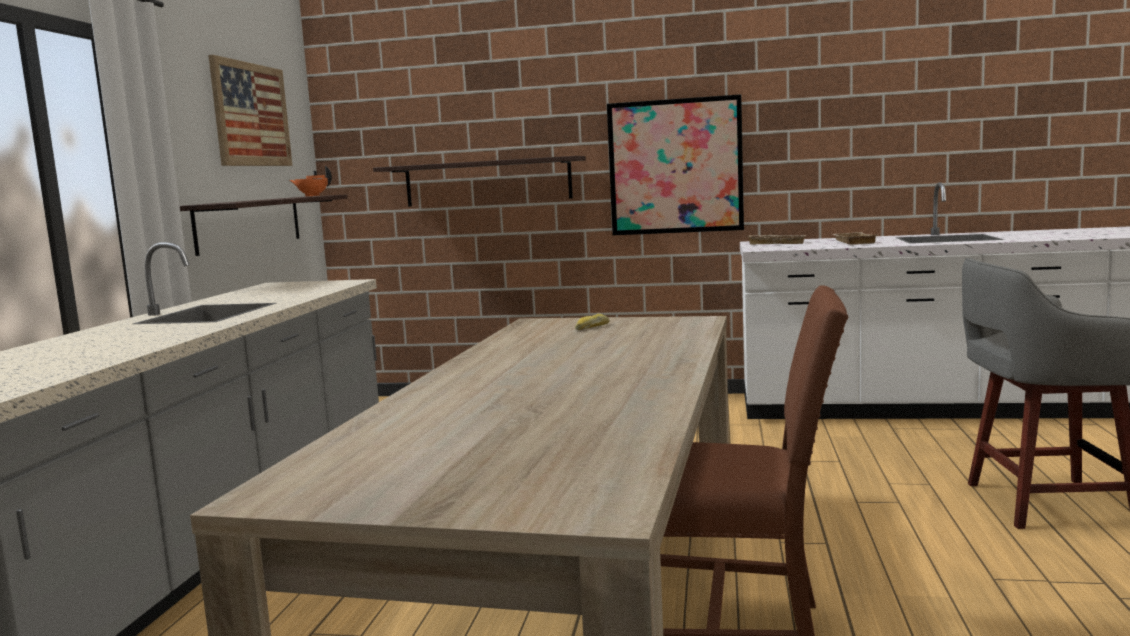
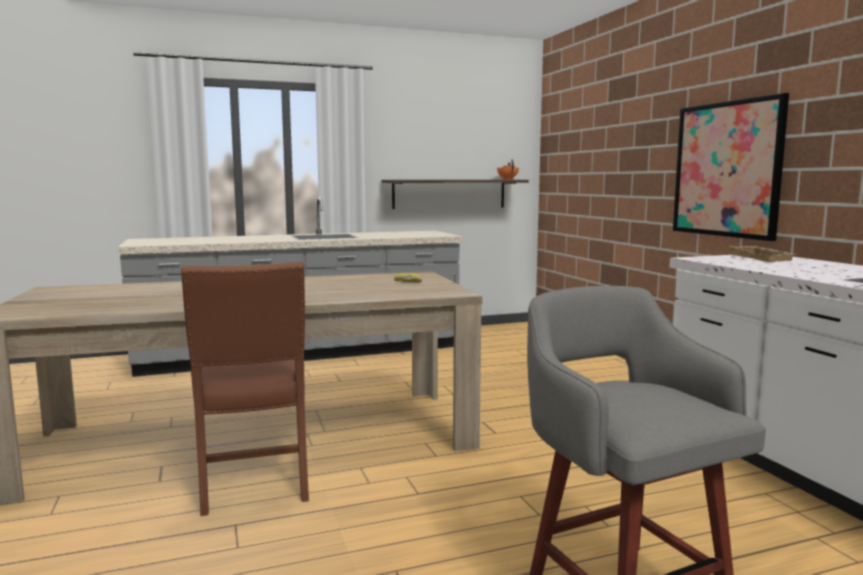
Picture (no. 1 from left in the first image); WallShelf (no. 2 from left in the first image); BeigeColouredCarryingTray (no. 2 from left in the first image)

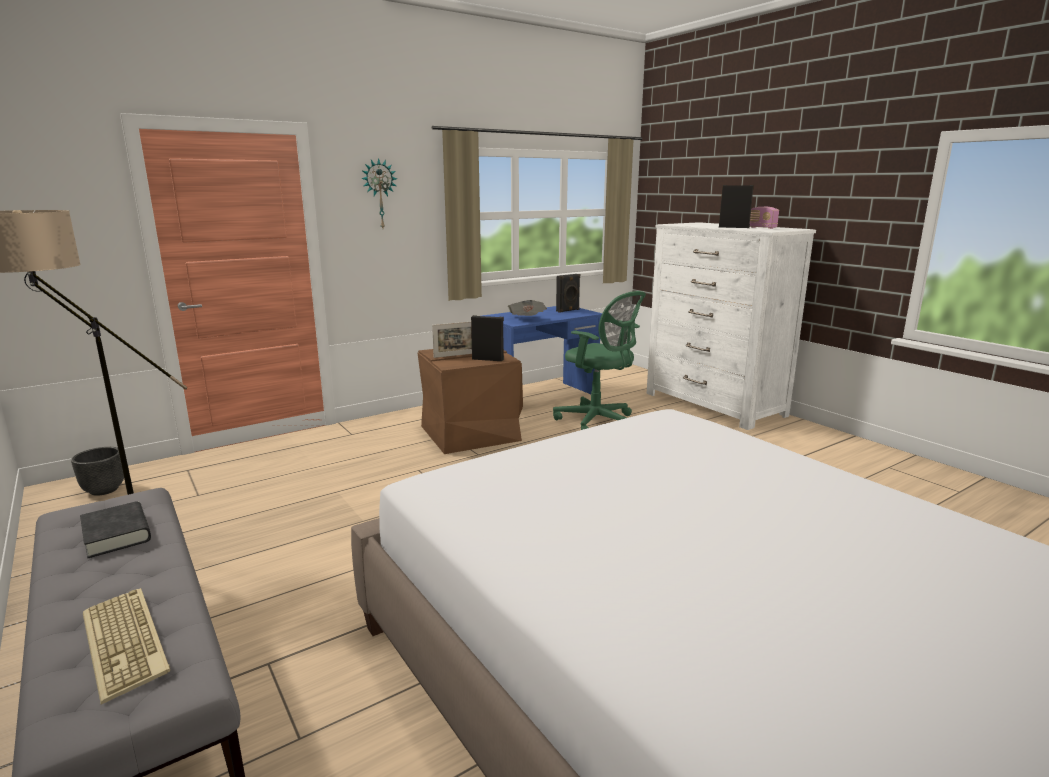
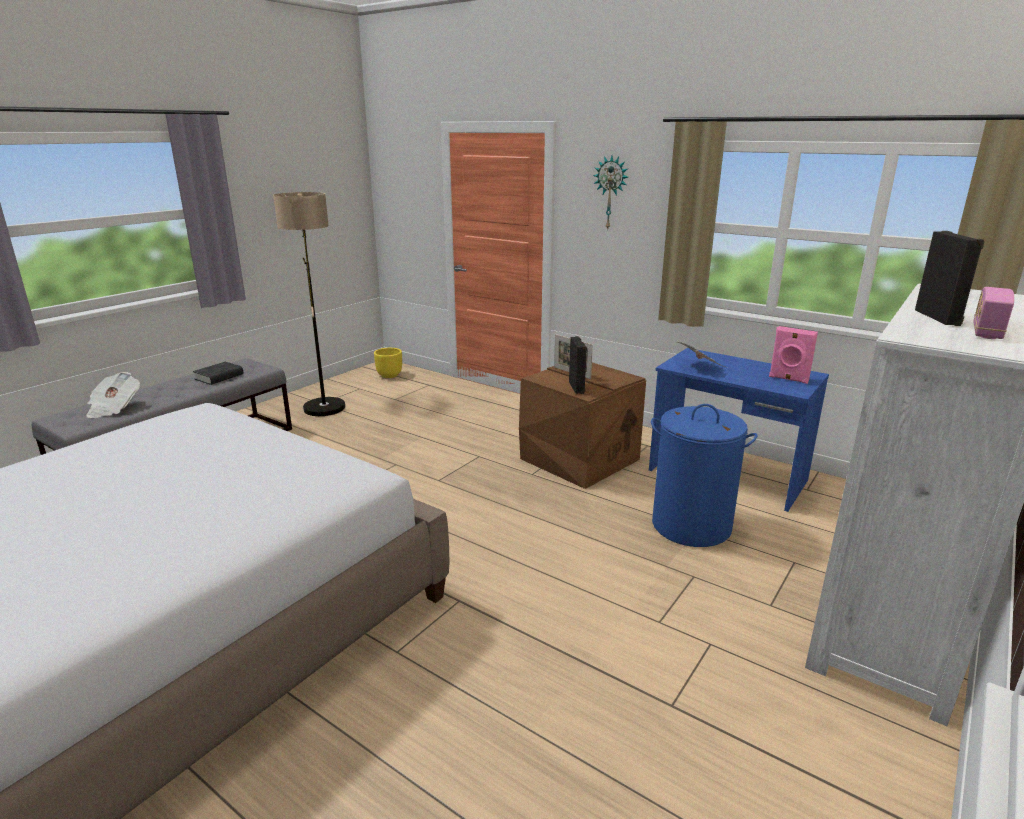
PrintedPaper (no. 1 from left); YellowFlowerPot; BlueColouredLaundryBasket; PinkLoudspeaker

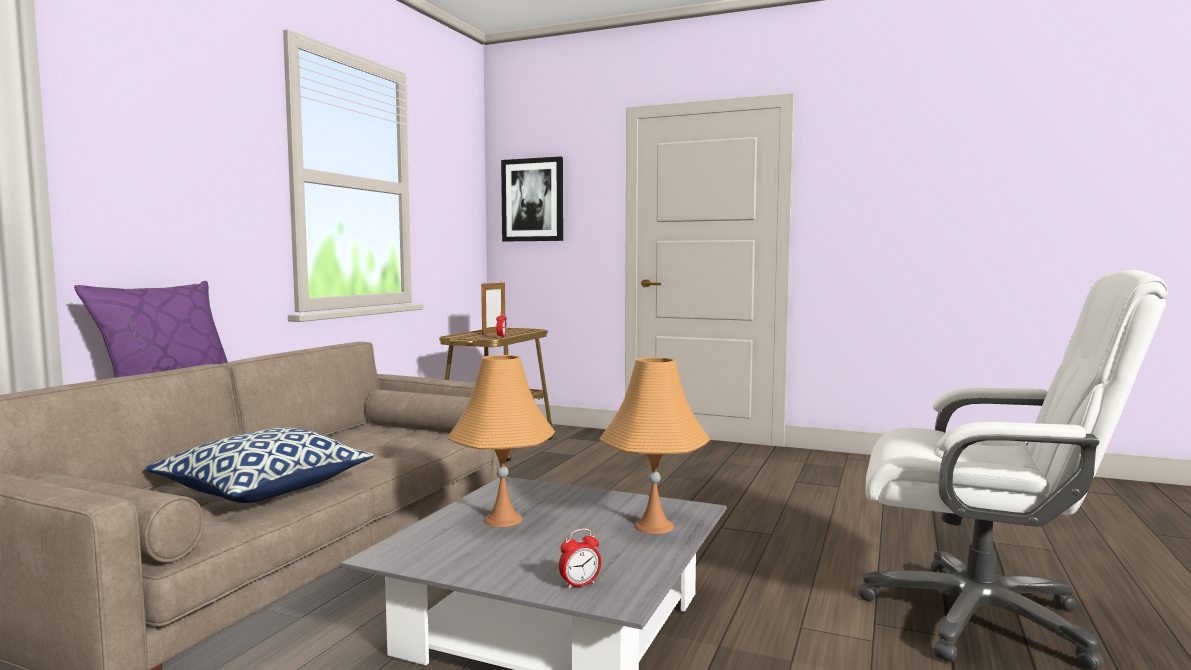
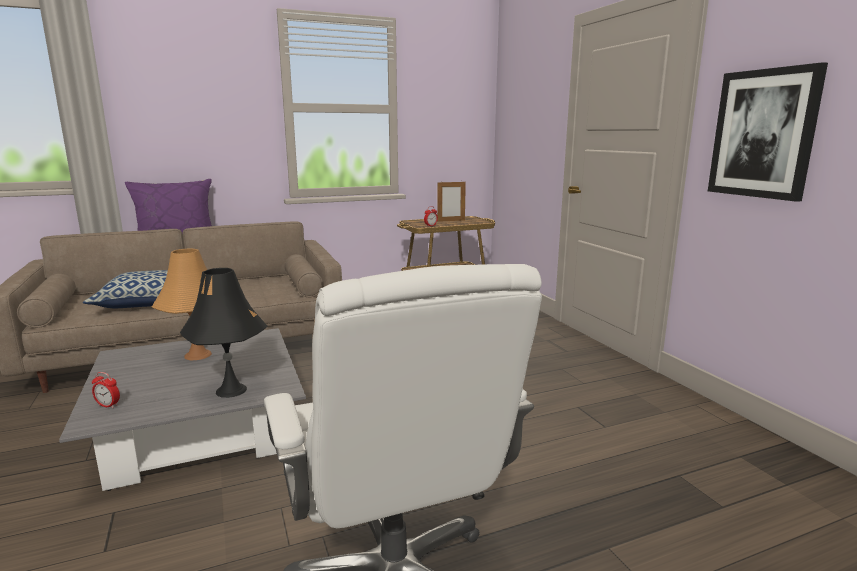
BlackishLampForATable; Picture

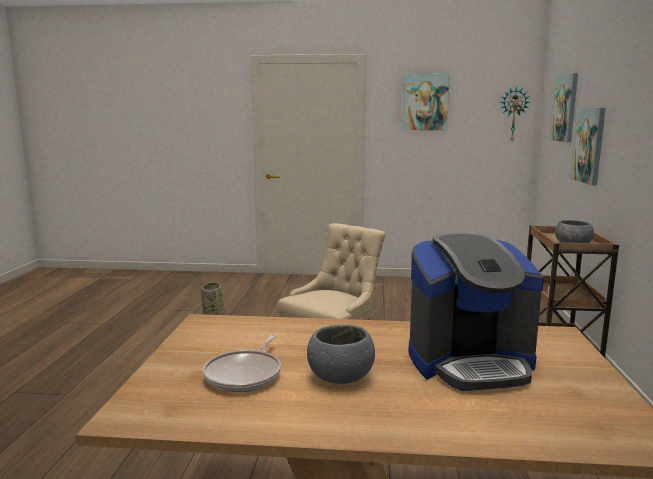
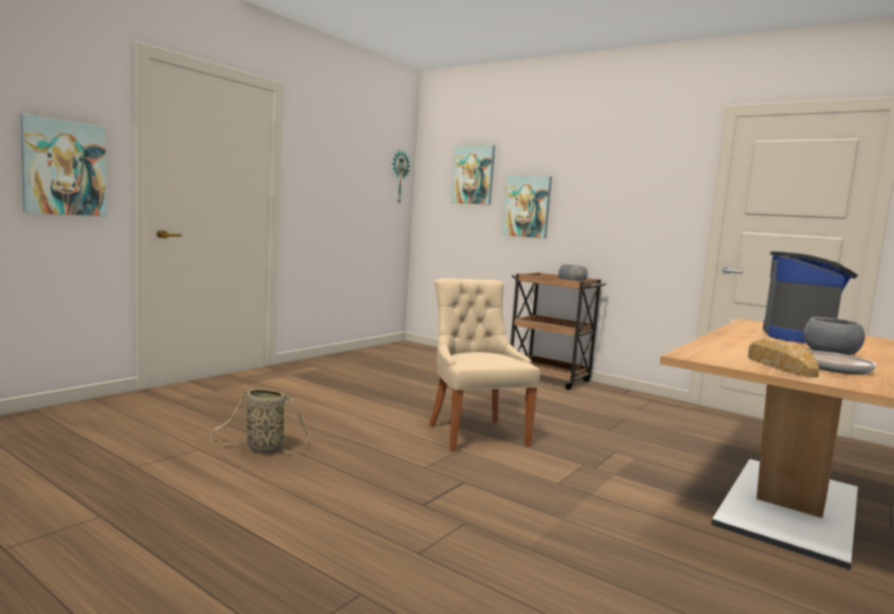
Picture (no. 1 from left); Bread

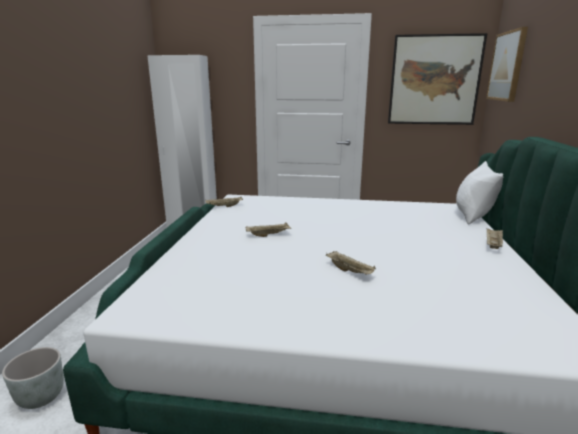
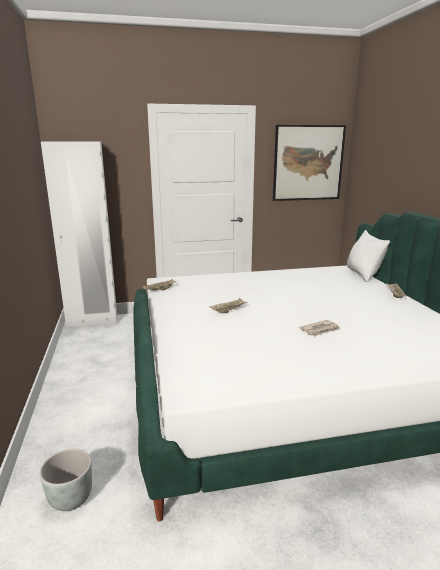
PrintedPaper; Picture (no. 2 from left in the first image)

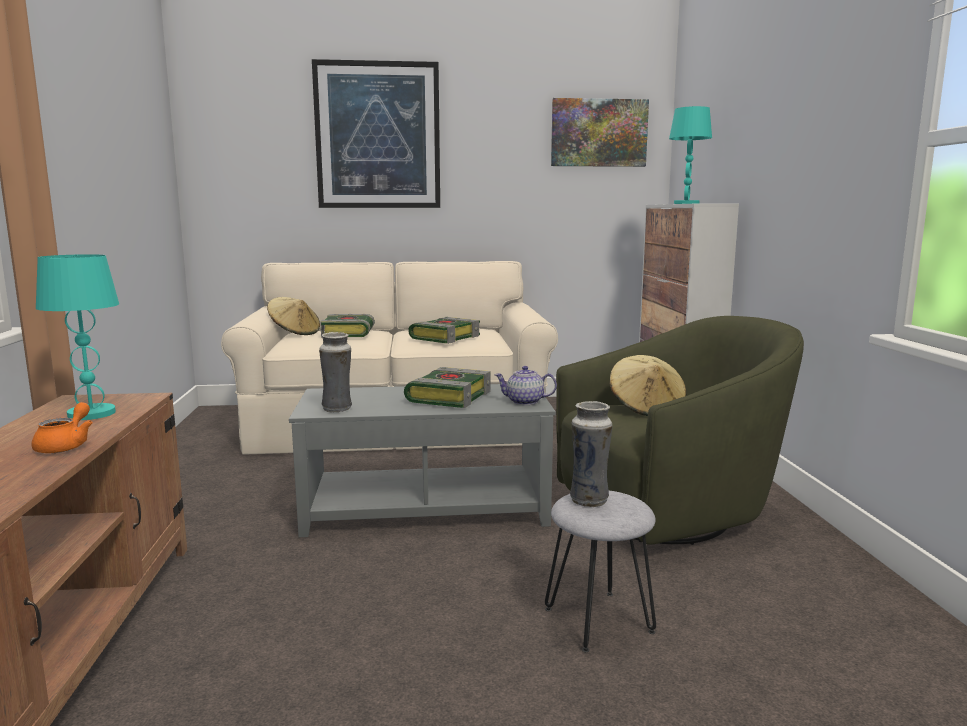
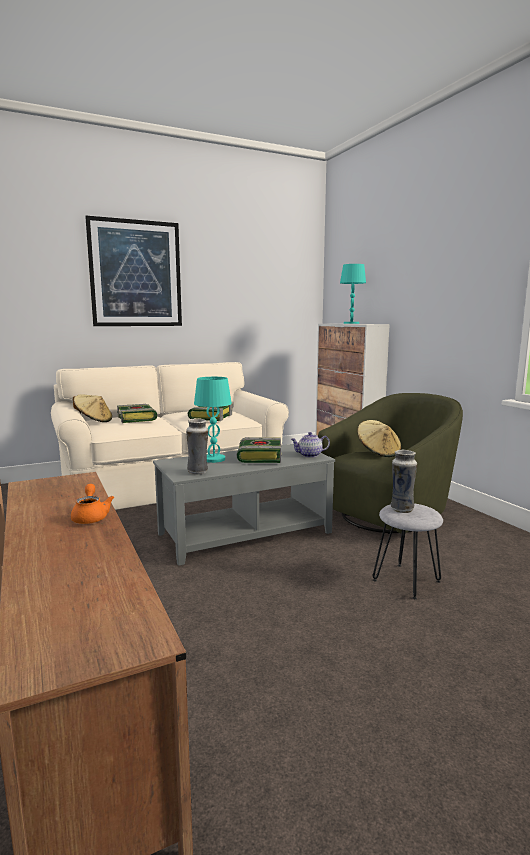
BlueGreenLampForATable (no. 1 from left); Picture (no. 2 from left in the first image)

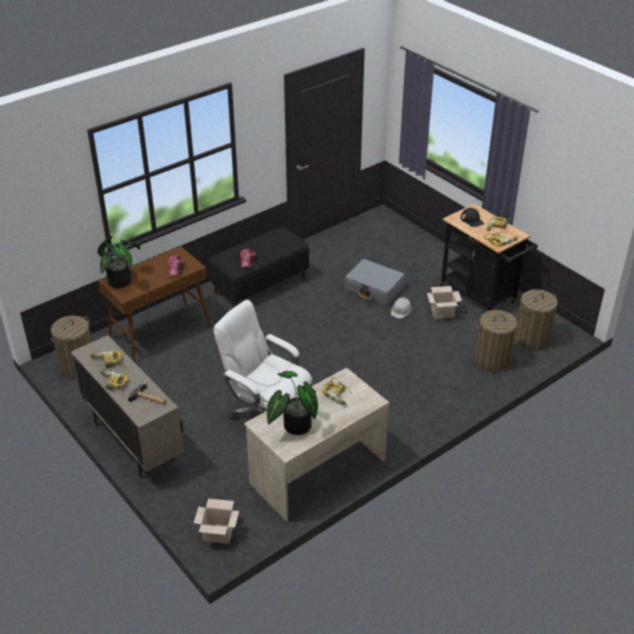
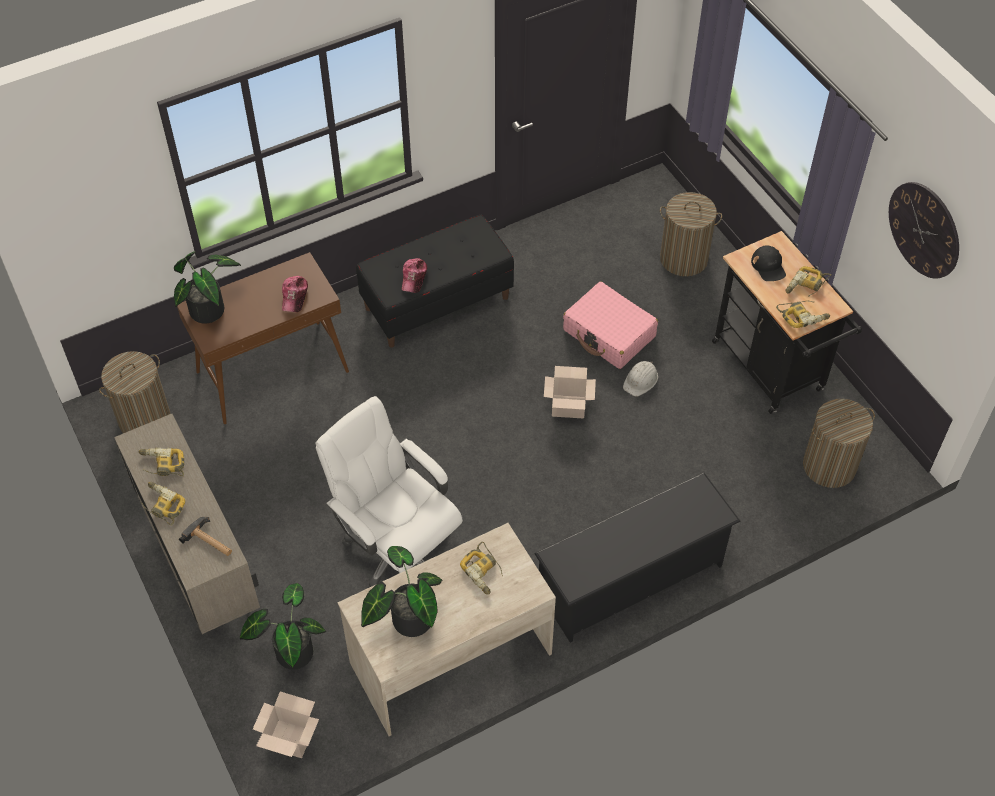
PlantInAPot (no. 2 from left); BlackishShoeRack; CardboardBox (no. 2 from left); PinkTravelCase; LaundryBasket (no. 2 from left); HangingClock

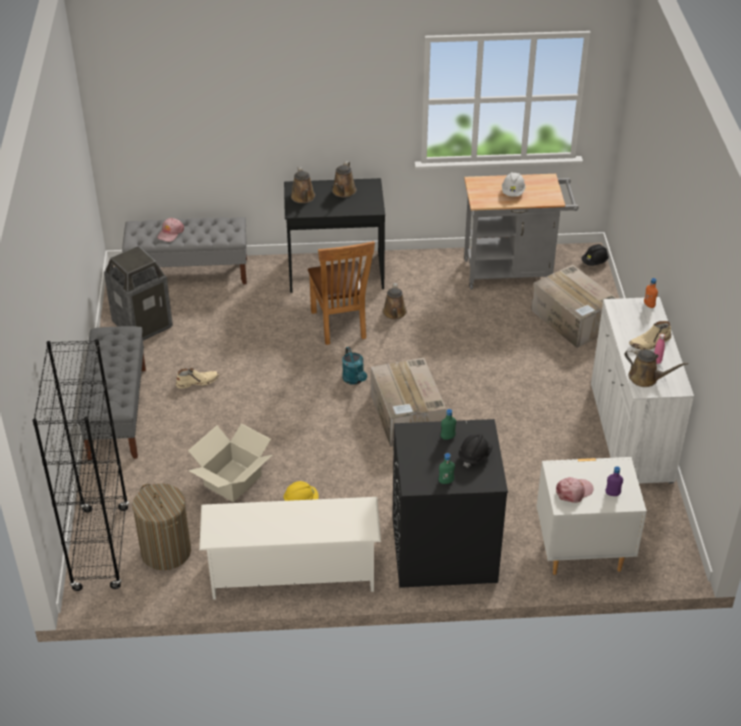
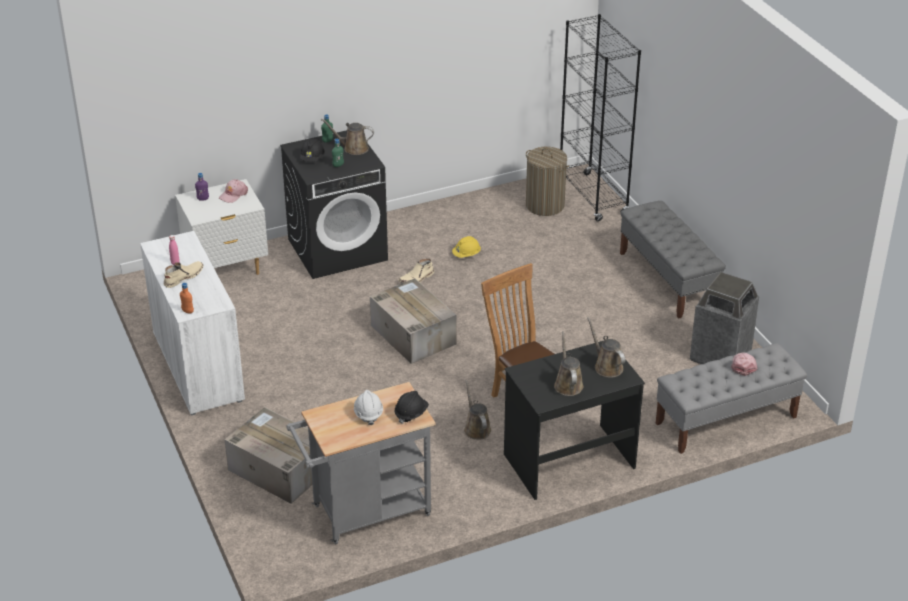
BrownWateringCan (no. 1 from left); BlackishSafetyHelmet (no. 2 from left); BeigeColouredHighTopBoot (no. 2 from left); CardboardBox (no. 1 from left in the first image); WhitishShoeRack; BlueGreenWateringCan

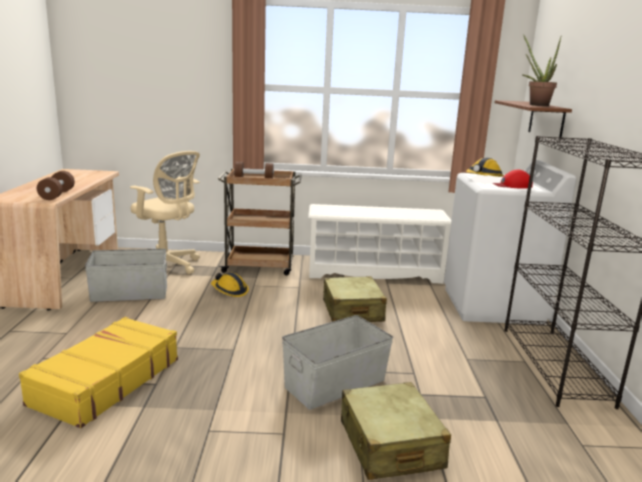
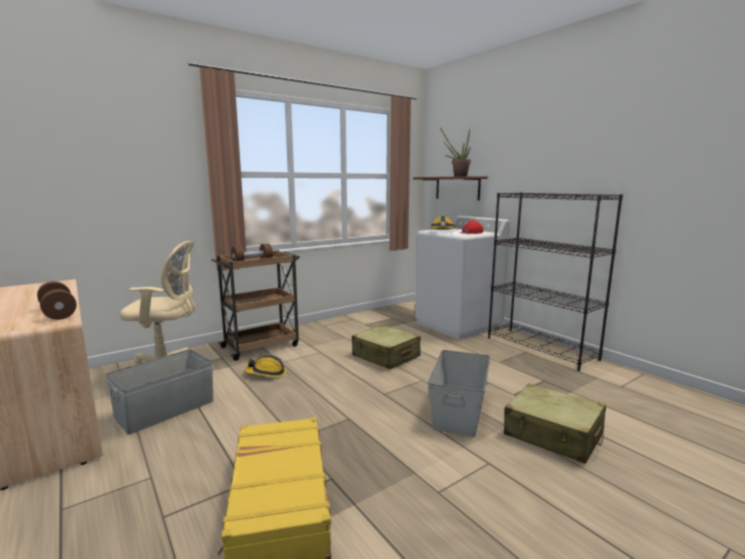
WhitishShoeRack

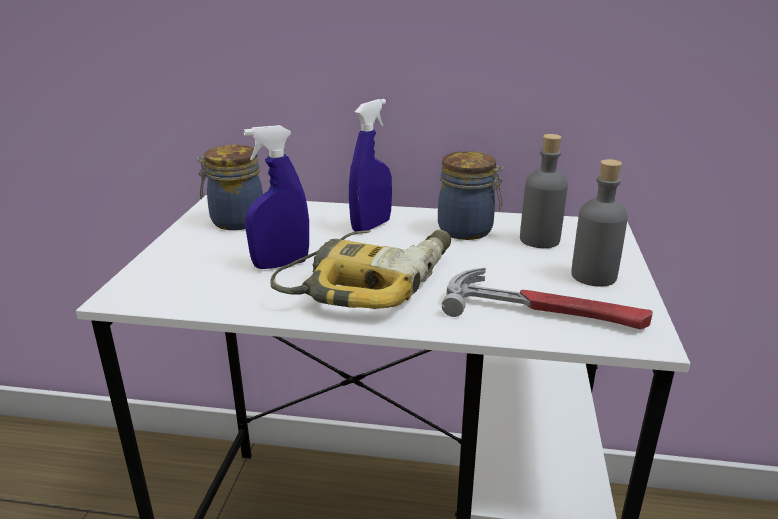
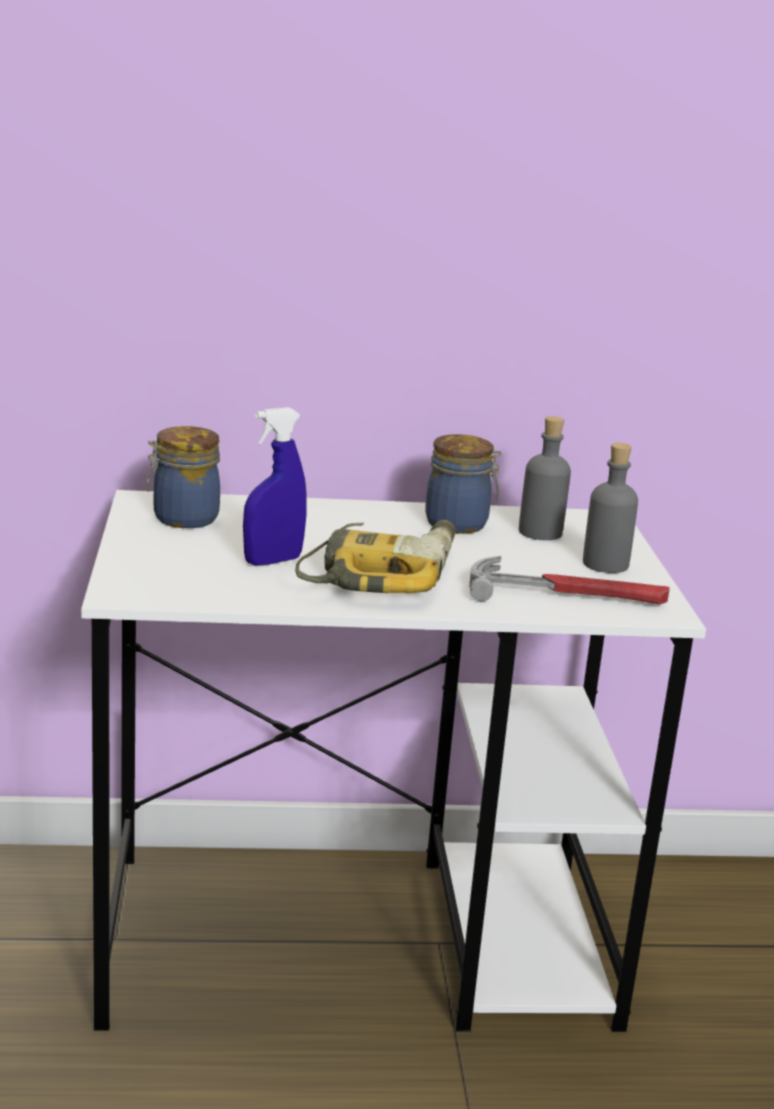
BlueColouredHandSprayer (no. 2 from left in the first image)

